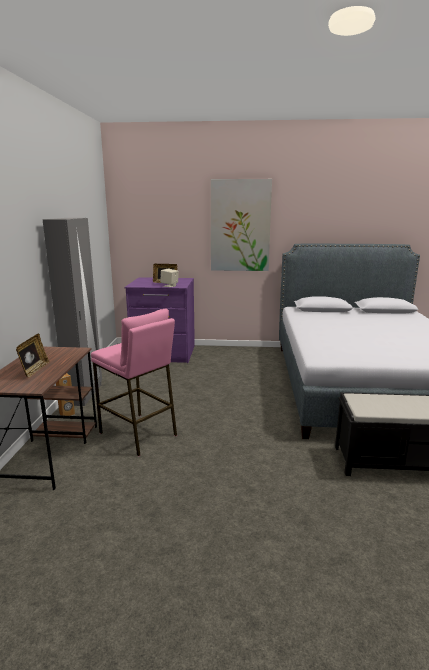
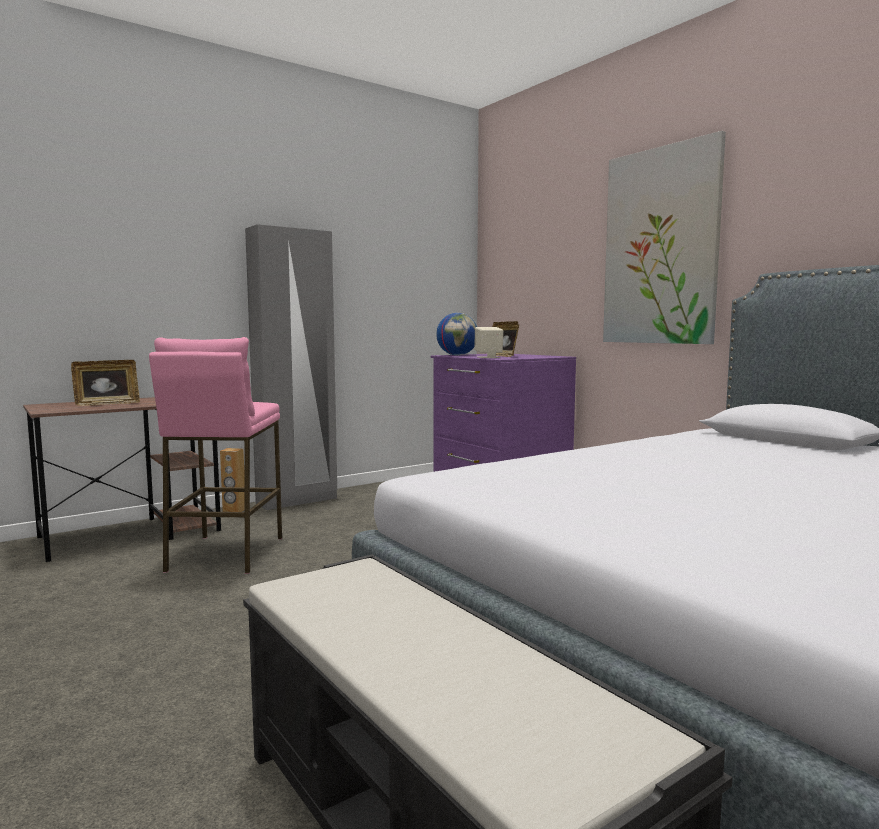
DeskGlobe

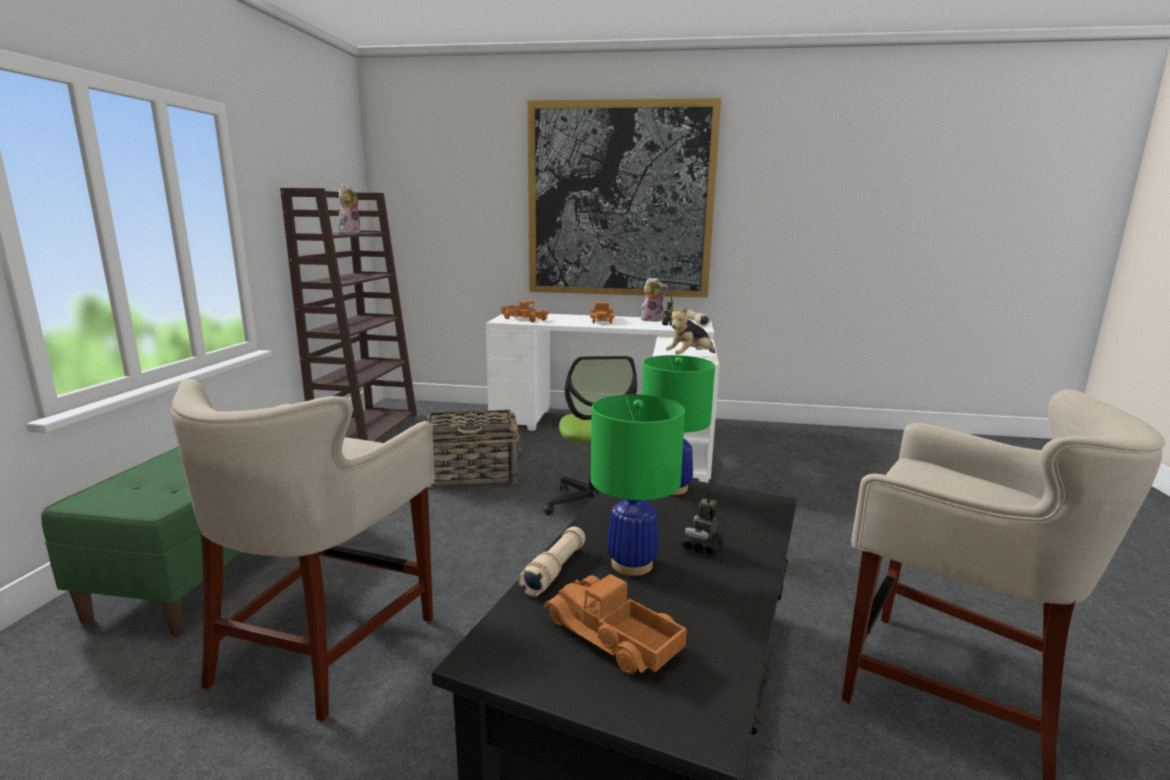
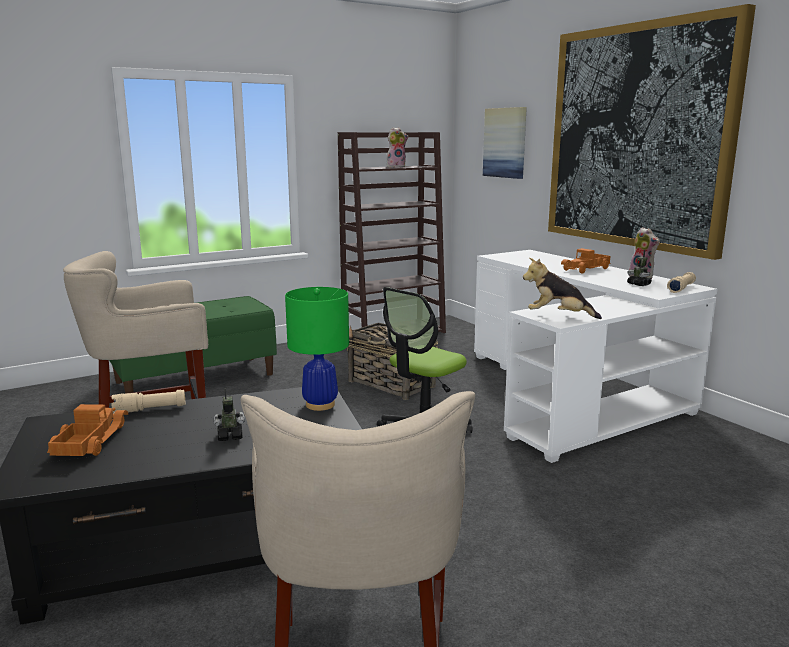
Picture (no. 1 from left); ModelTruck (no. 1 from left in the first image); GreenLampForATable (no. 1 from left in the first image)

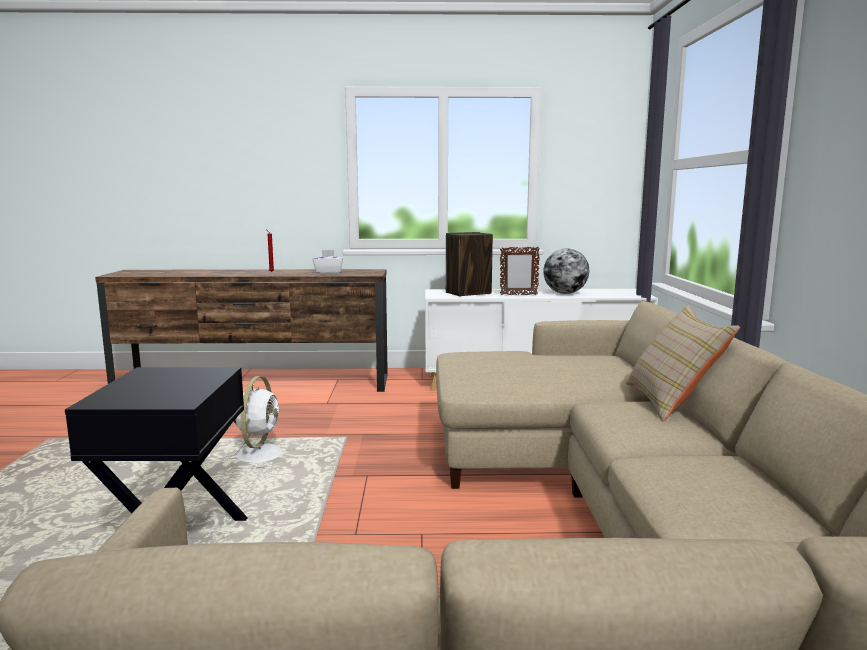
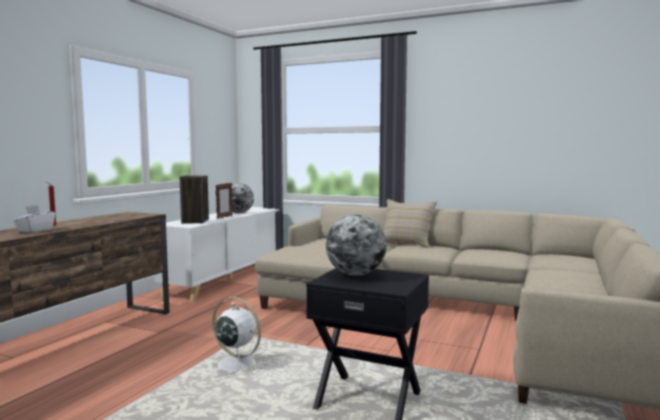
WhitishBoxOfTissues; DeskGlobe (no. 2 from left)

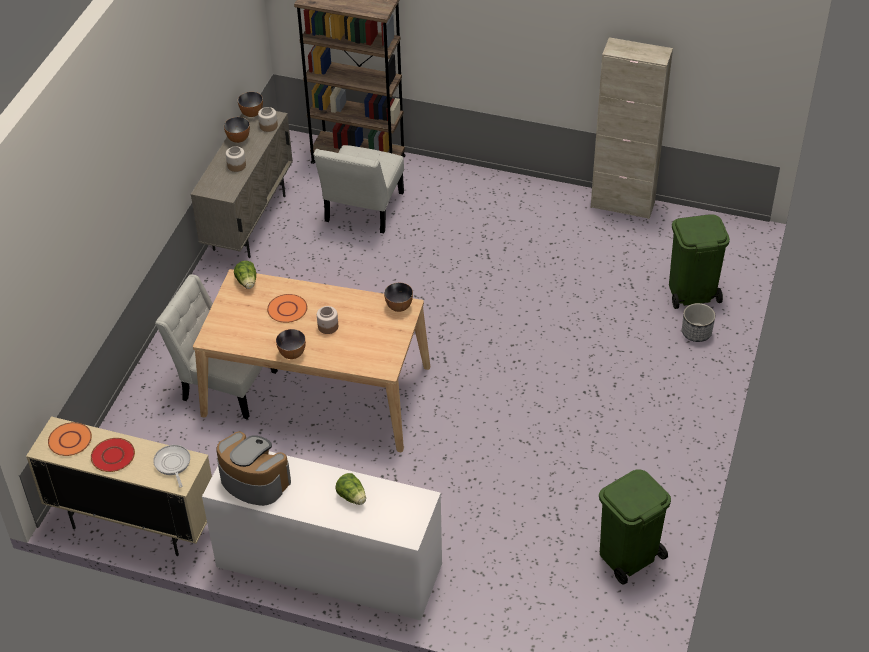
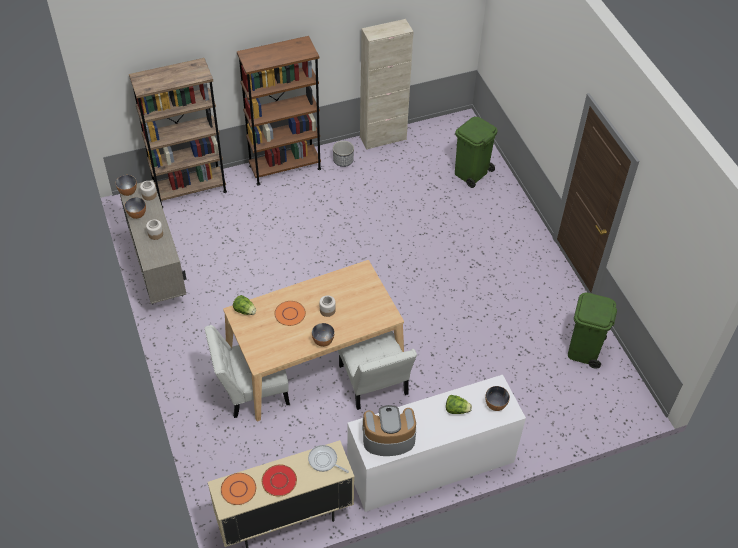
BrownBookcase (no. 2 from left); FlowerPot; WhitishPlainChair (no. 2 from left); ServingBowl (no. 4 from left)

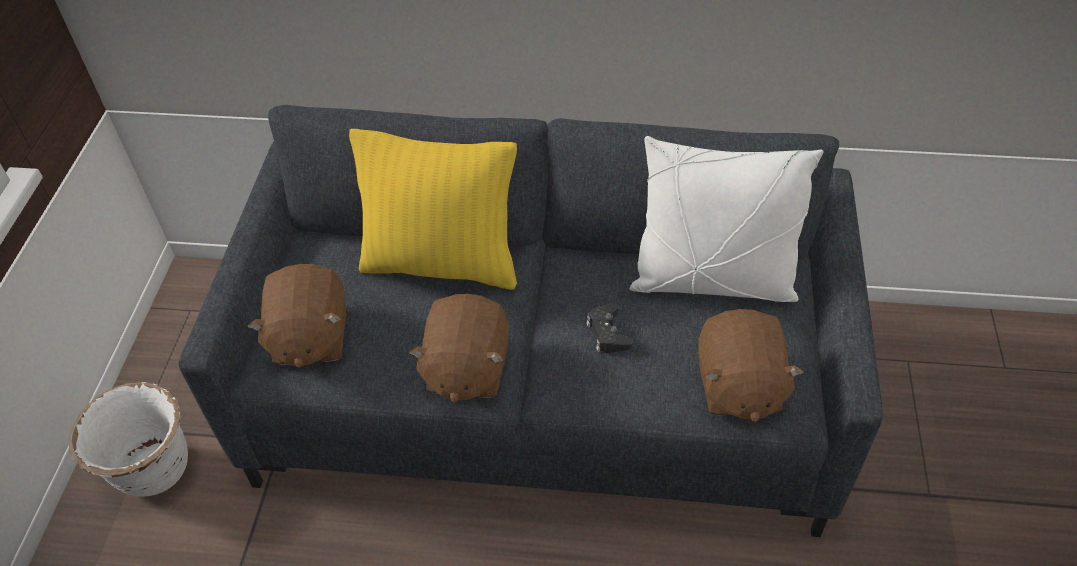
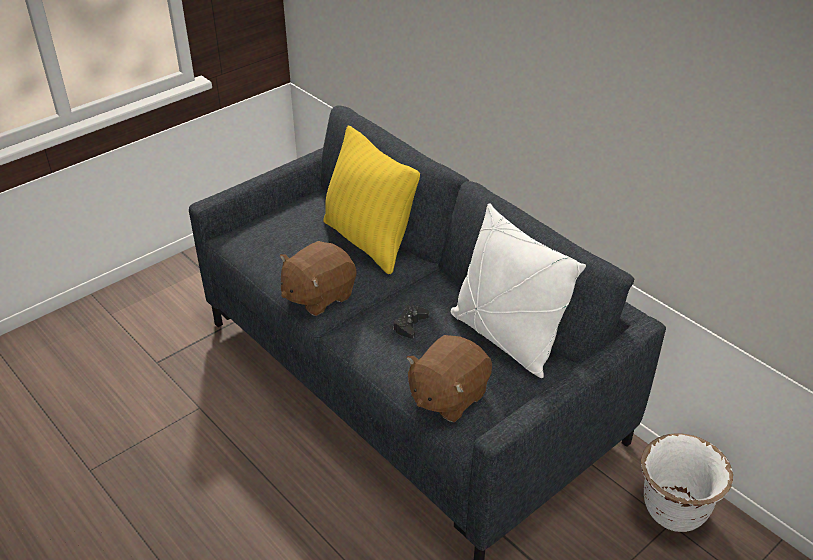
WhitishFlowerPot; BrownSoftToy (no. 1 from left in the first image)

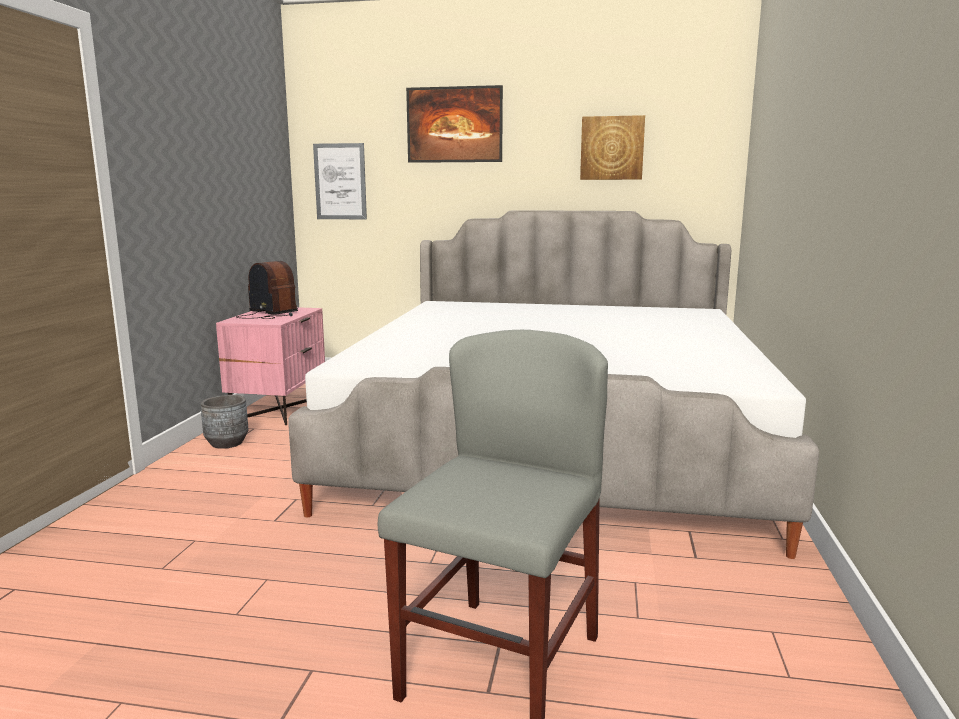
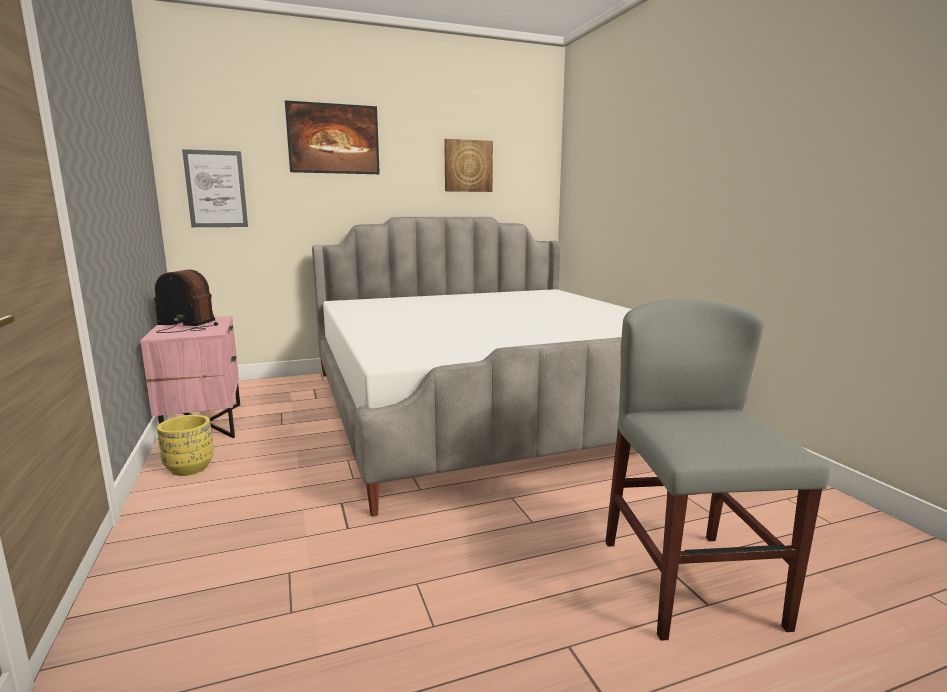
YellowFlowerPot

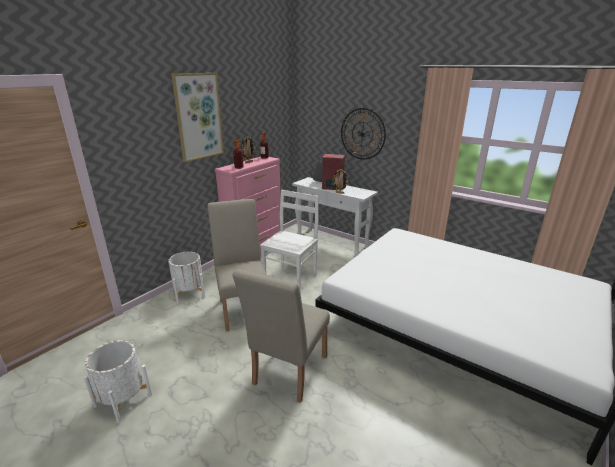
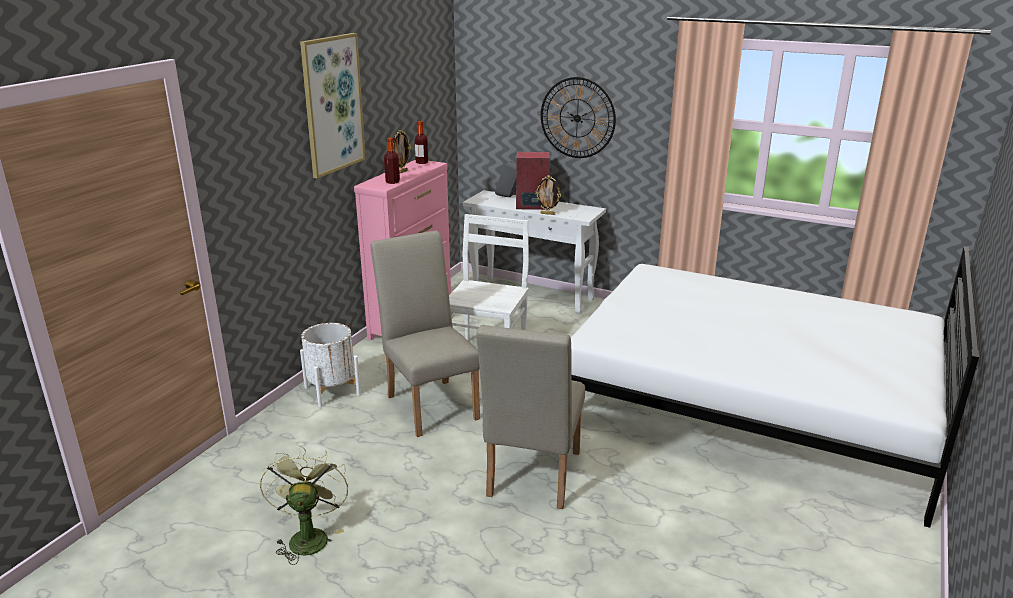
GreenFan

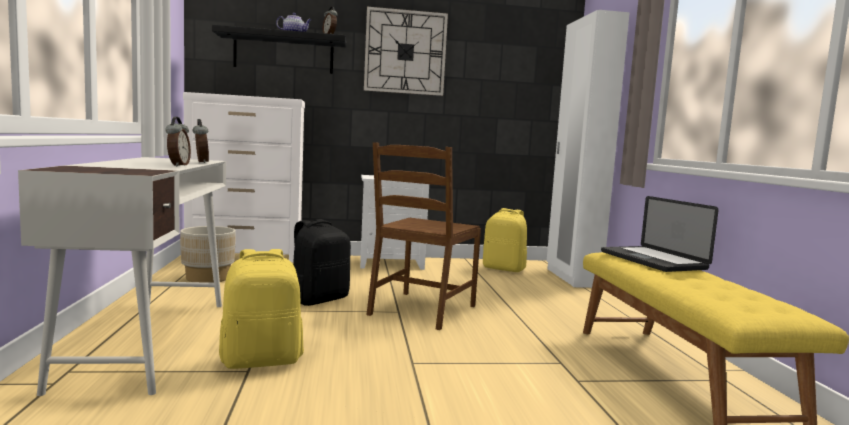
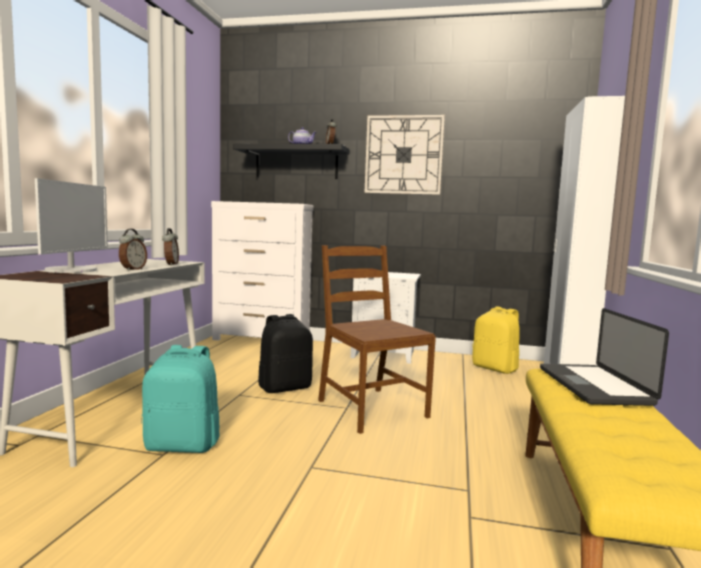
ComputerDisplay; BlueGreenBackpack; BrownPlainChair; BeigeColouredFlowerPot

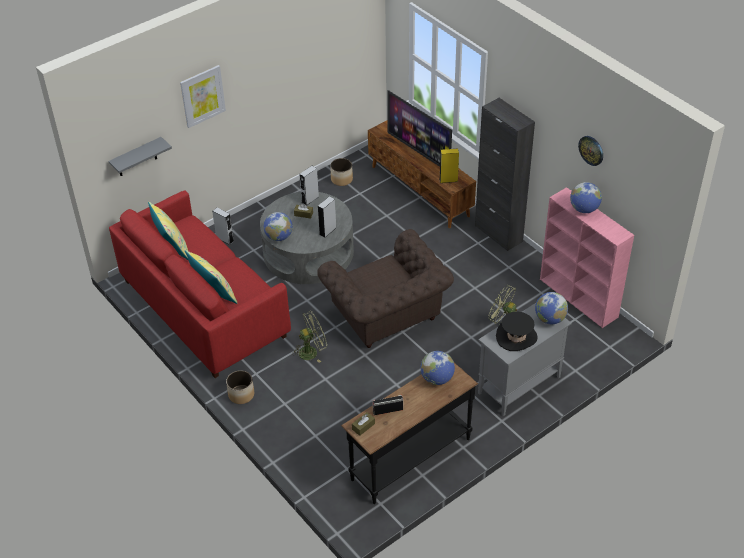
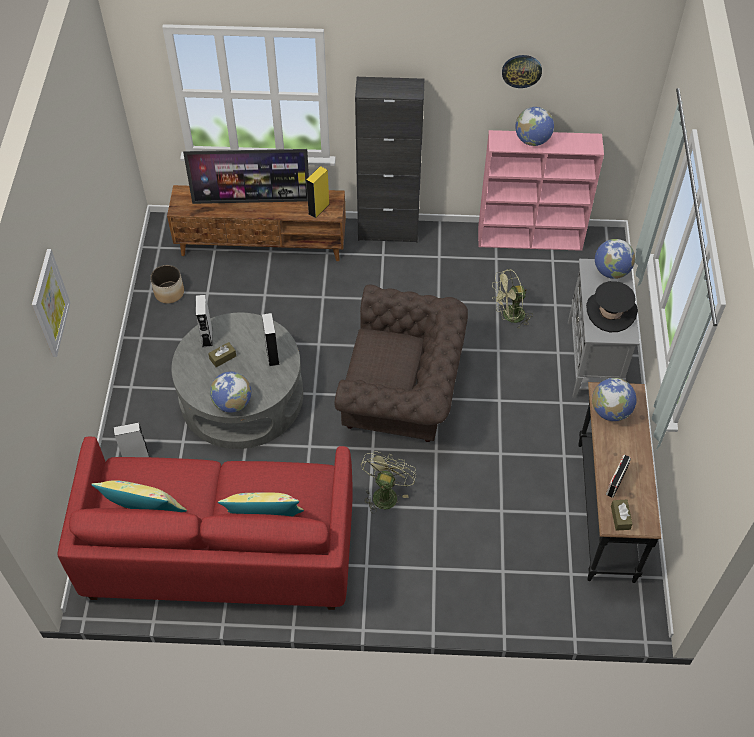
GreyWallShelf; FlowerPot (no. 1 from left in the first image)

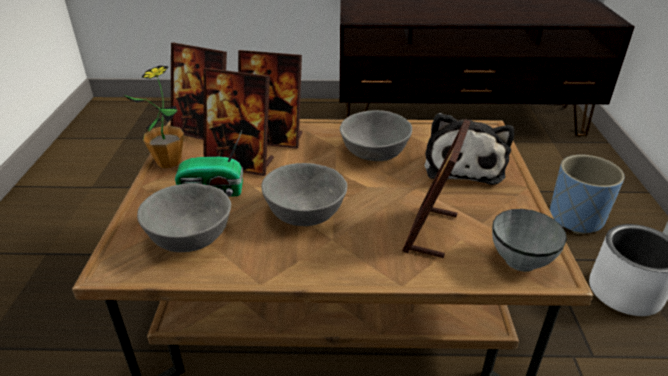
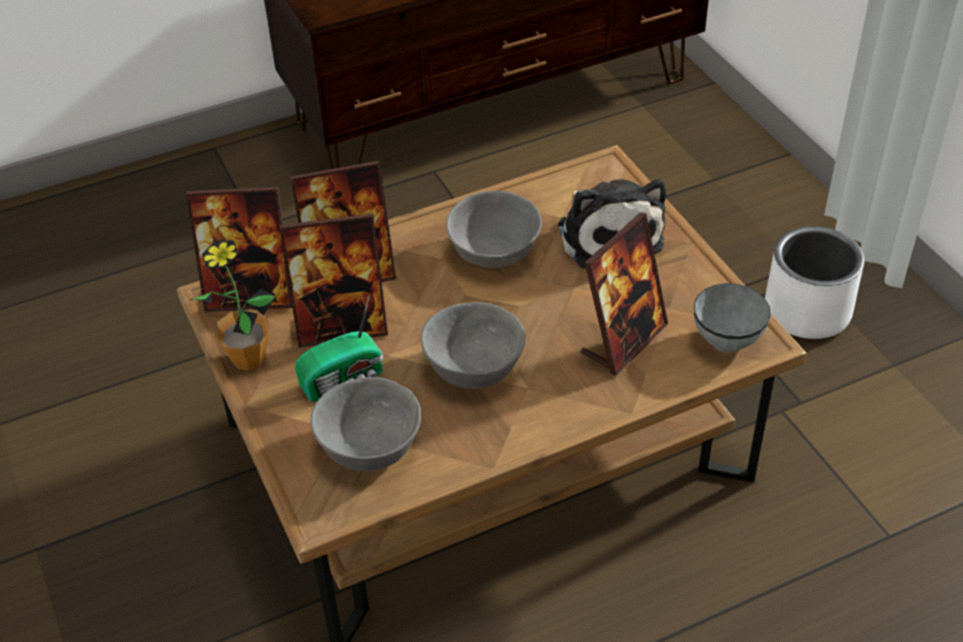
PhotoFrame (no. 4 from left); BlueColouredFlowerPot

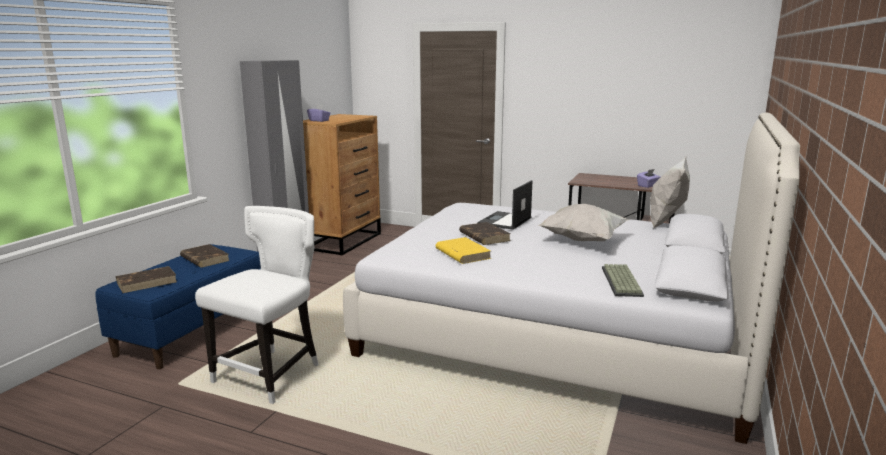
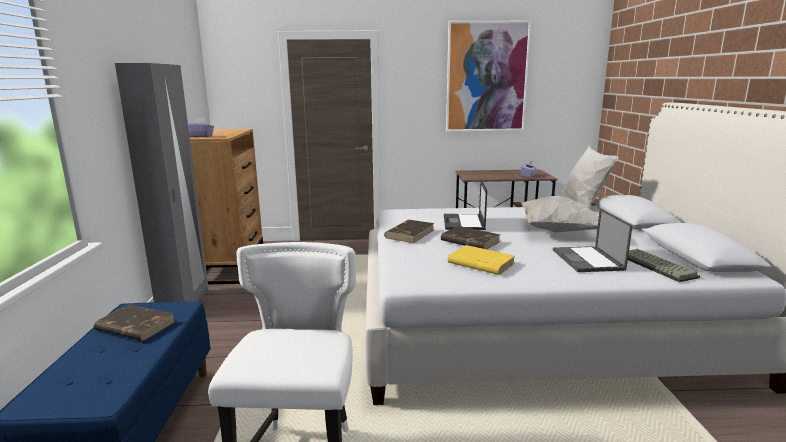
BrownBook (no. 2 from left); Picture; Laptop (no. 2 from left)

